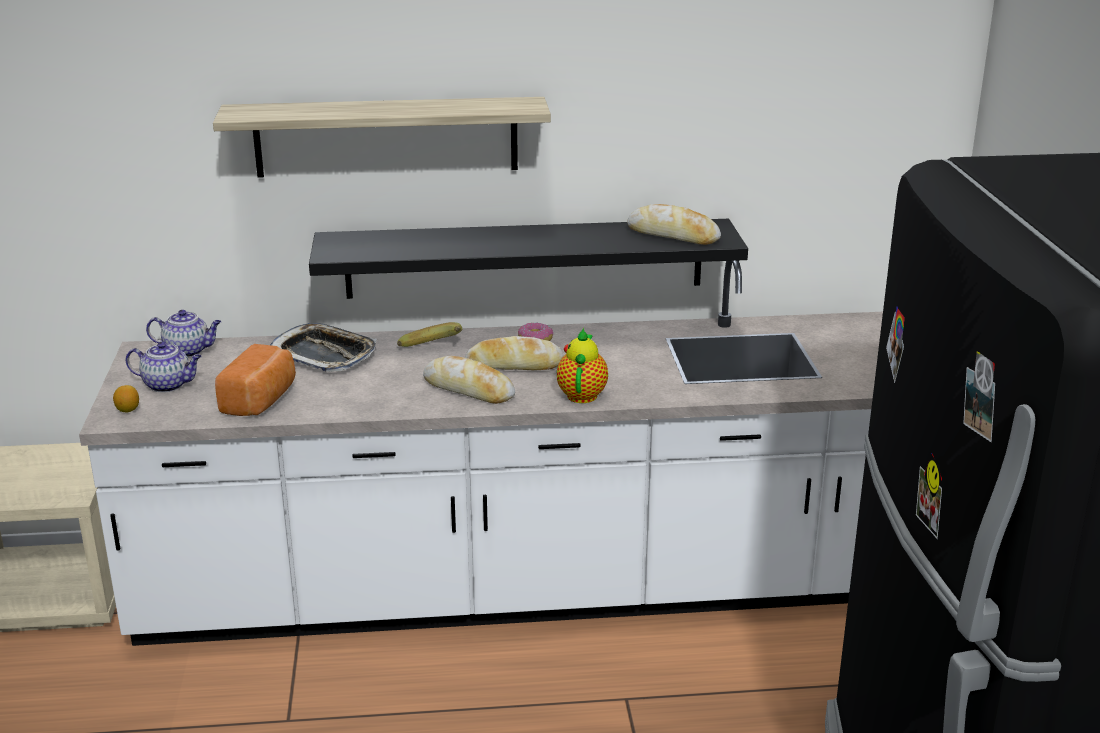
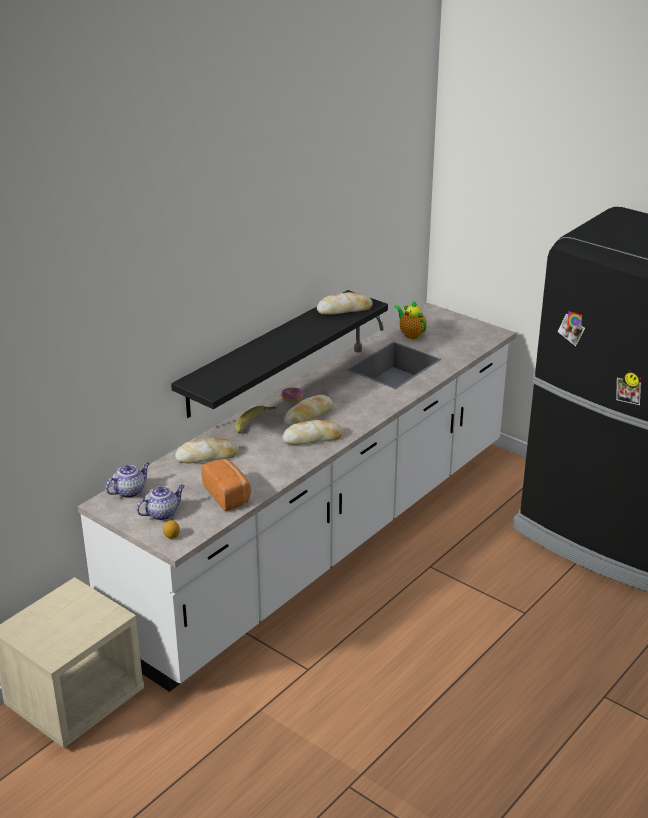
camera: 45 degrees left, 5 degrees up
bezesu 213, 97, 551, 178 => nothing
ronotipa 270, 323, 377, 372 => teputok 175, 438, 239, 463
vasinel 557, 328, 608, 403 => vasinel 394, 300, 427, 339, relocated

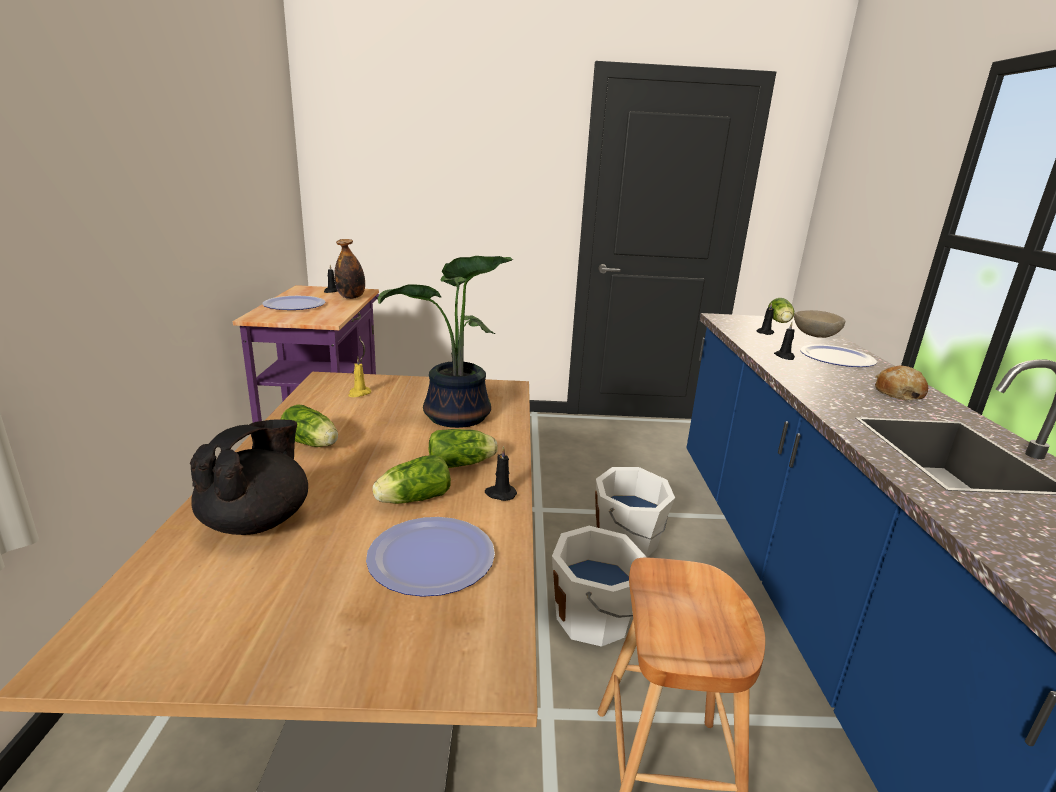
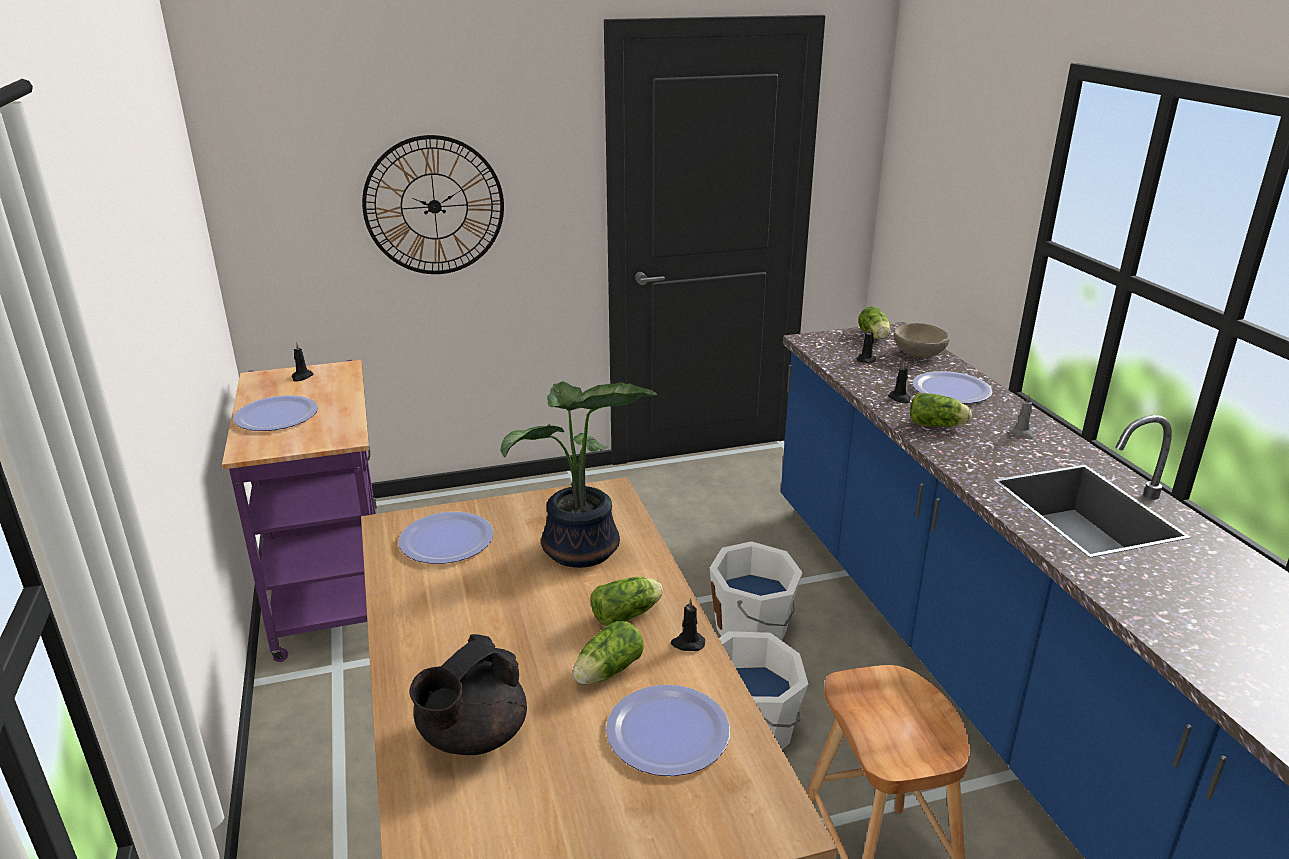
camera: 15 degrees left, 5 degrees up
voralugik 334, 239, 365, 299 => nothing
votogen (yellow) 348, 357, 371, 397 => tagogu 398, 512, 494, 564
teputok 875, 365, 928, 400 => votogen (grey) 1009, 394, 1034, 439
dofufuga 281, 404, 338, 447 => dofufuga 910, 393, 972, 427, relocated
vasinel (black) 190, 419, 308, 535 => vasinel (black) 410, 634, 527, 755, 150 degrees counterclockwise
nothing => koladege 362, 135, 504, 274

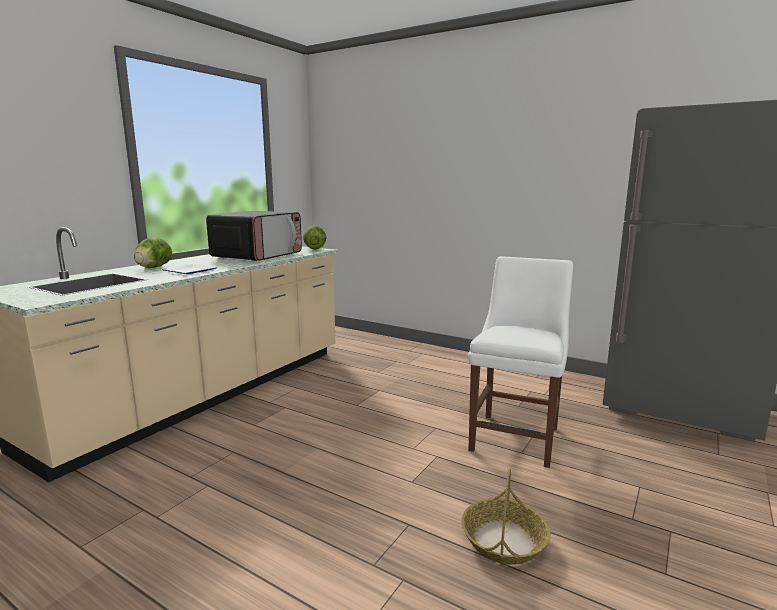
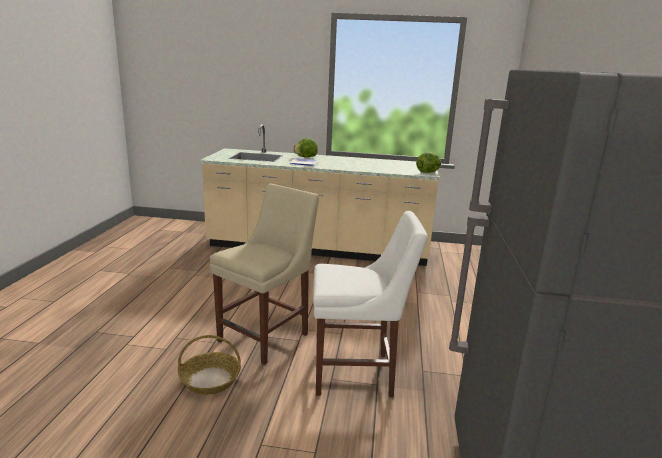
camera: 65 degrees right, 5 degrees up
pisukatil 206, 211, 302, 261 => nothing
nothing => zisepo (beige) 210, 184, 319, 365

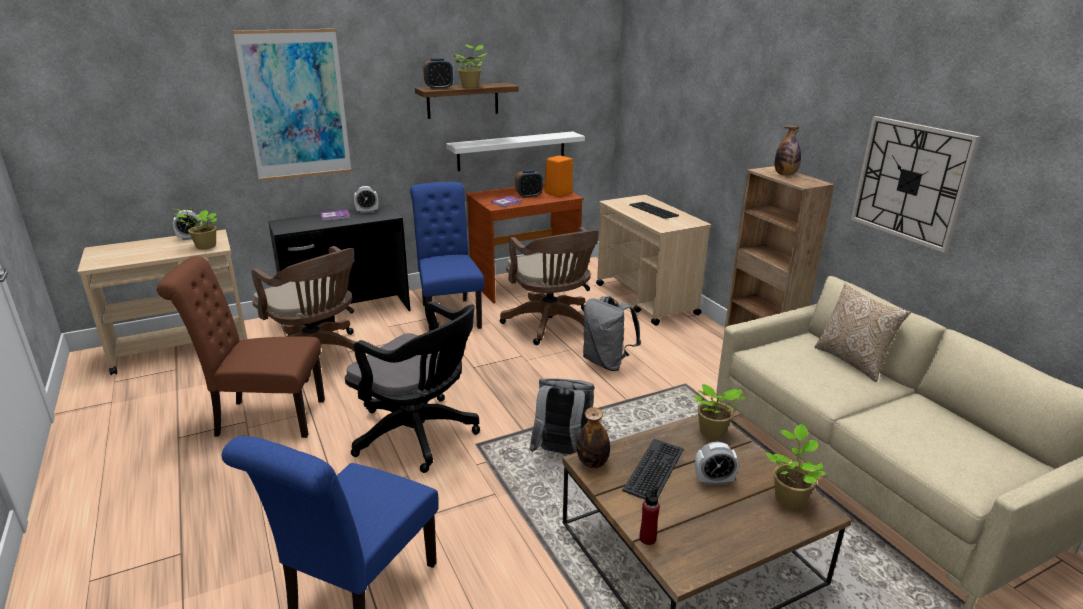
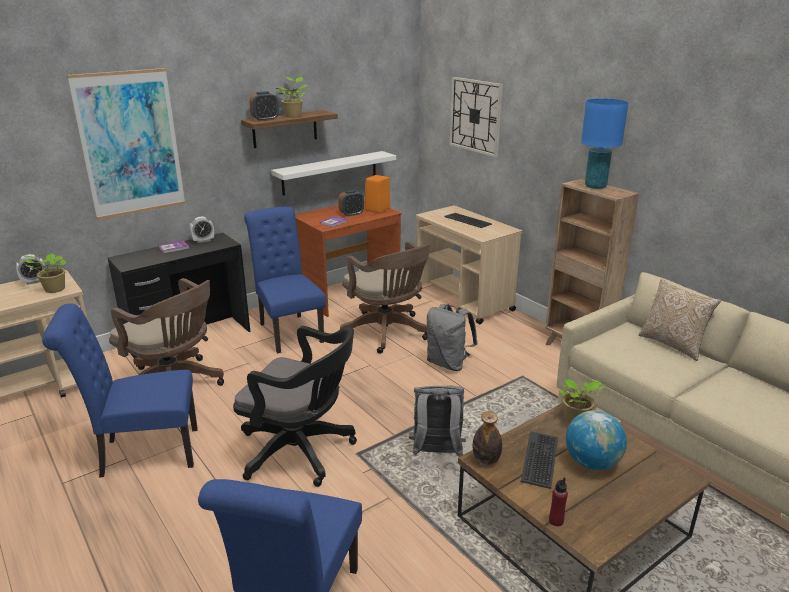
camera: 10 degrees left, 0 degrees up
koladege 851, 116, 980, 253 => koladege 450, 77, 503, 157, relocated
voralugik 775, 126, 801, 176 => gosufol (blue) 581, 98, 629, 189
zisepo (brown) 157, 256, 325, 438 => zisepo (blue) 42, 303, 198, 478
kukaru 766, 424, 826, 509 => nothing
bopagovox 695, 442, 739, 485 => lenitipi 566, 410, 627, 470

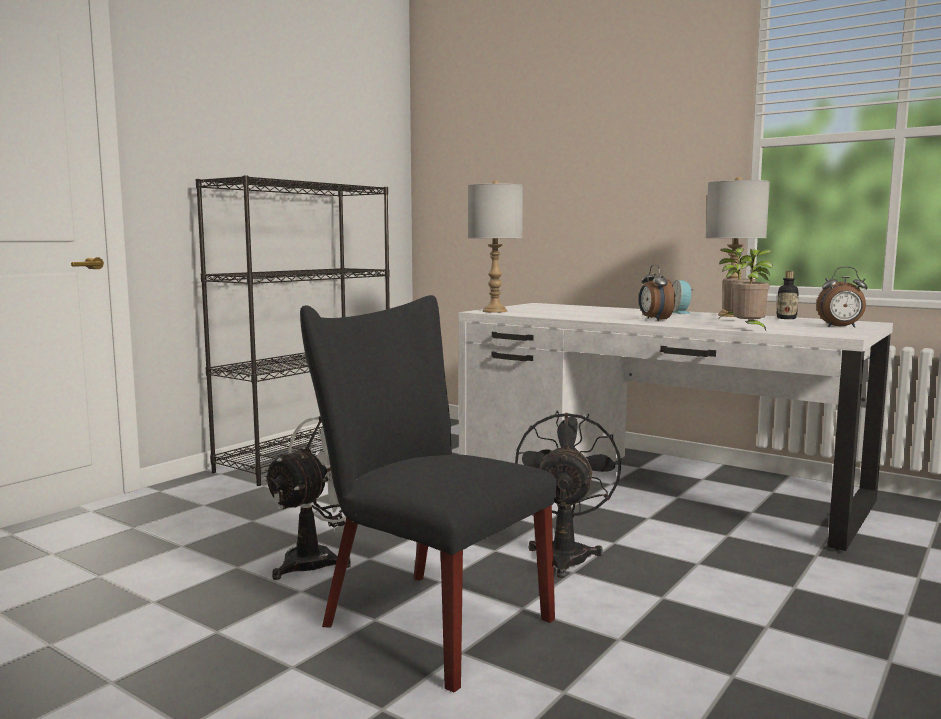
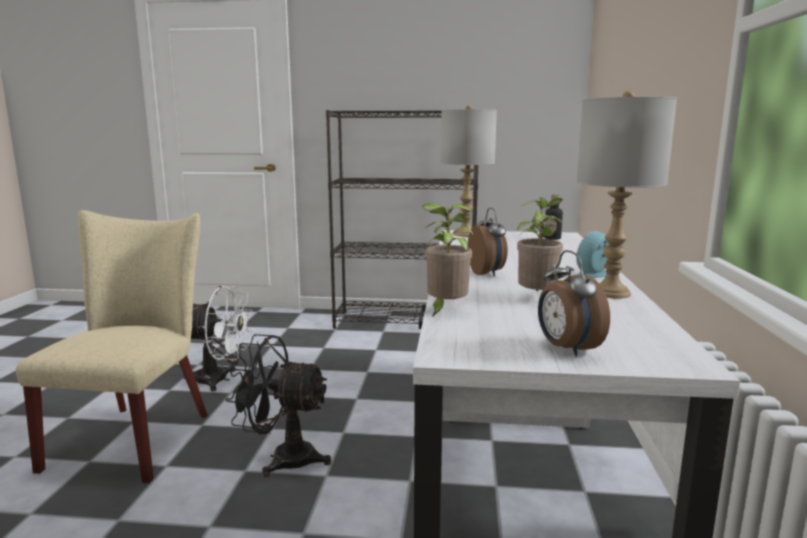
camera: 60 degrees right, 5 degrees up
bopagovox 639, 264, 675, 321 => bopagovox 468, 208, 508, 277, 120 degrees clockwise
voralugik 777, 271, 799, 319 => voralugik 544, 195, 563, 240, relocated
zisepo (black) 300, 295, 557, 693 => zisepo (beige) 16, 210, 208, 483
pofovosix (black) 515, 410, 621, 578 => pofovosix (black) 226, 334, 331, 477, 150 degrees counterclockwise

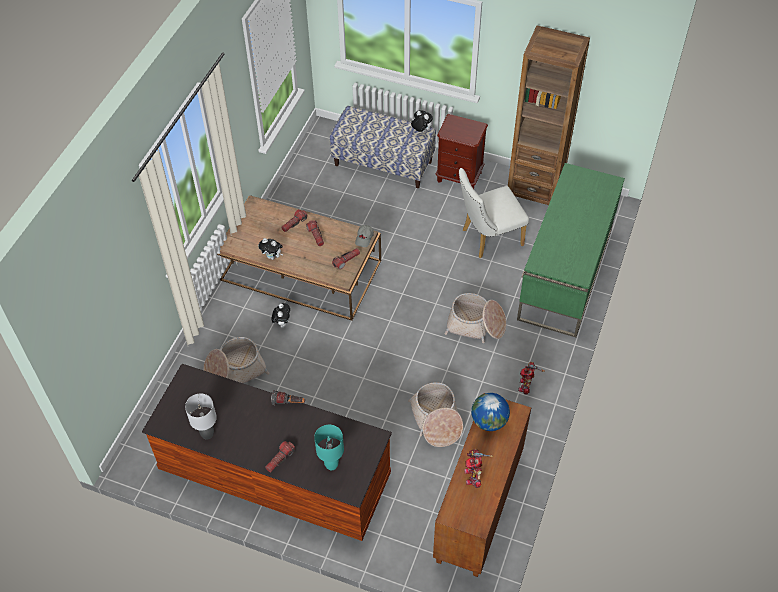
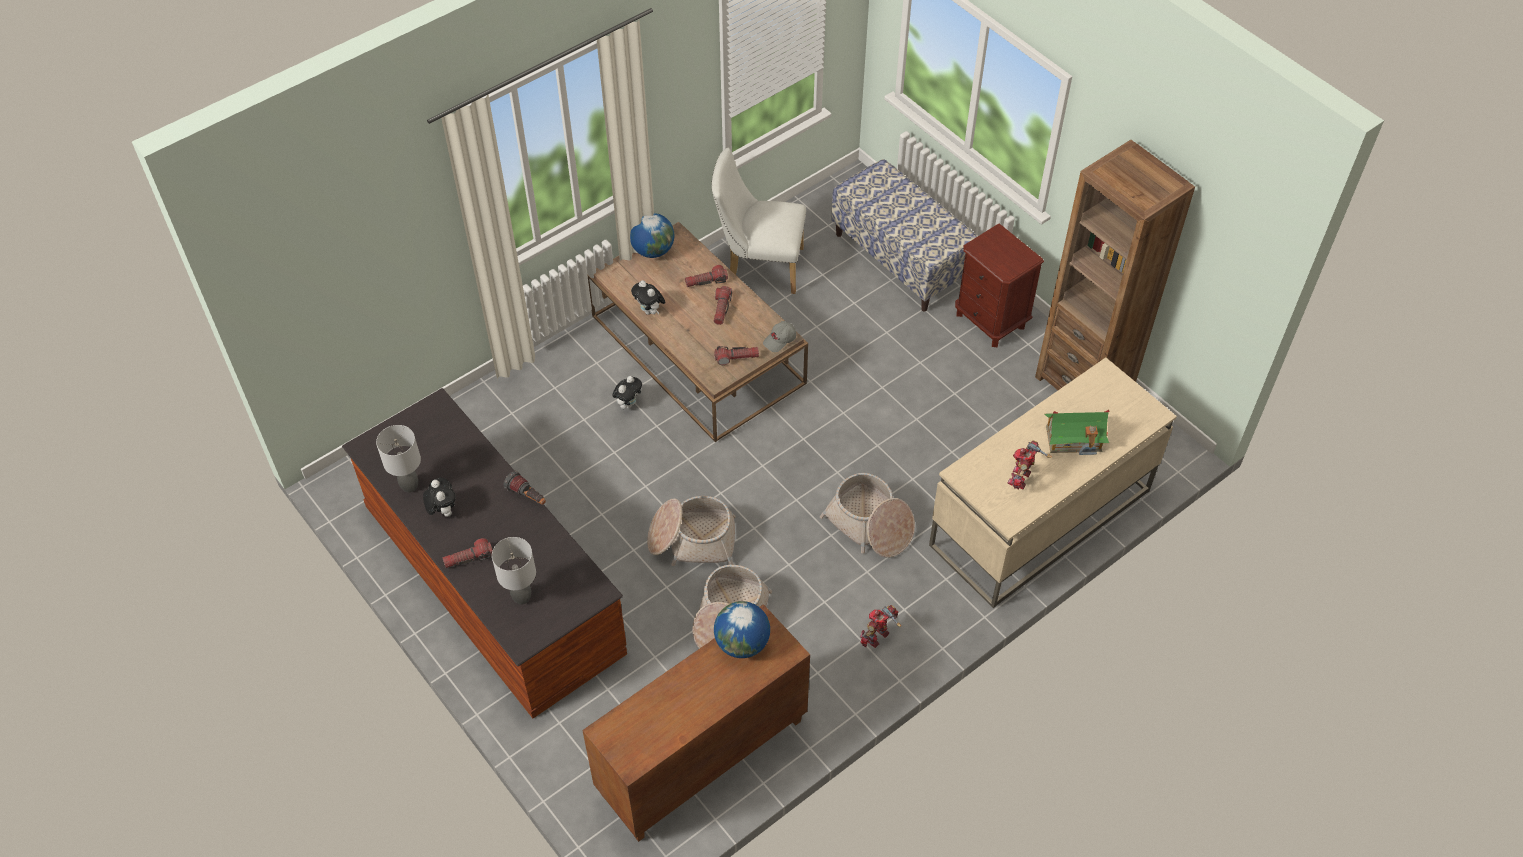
camera: 30 degrees right, 0 degrees up
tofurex 411, 110, 433, 132 => tofurex 423, 478, 456, 517, relocated
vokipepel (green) 517, 163, 625, 337 => vokipepel (beige) 929, 357, 1177, 608
zisepo (white) 459, 168, 529, 258 => zisepo (white) 711, 148, 806, 294, relocated
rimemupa 204, 337, 270, 383 => rimemupa 647, 496, 736, 566, relocated
gosufol (turquoise) 314, 425, 344, 470 => gosufol (grey) 492, 537, 536, 605
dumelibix 464, 449, 493, 488 => dumelibix 1008, 440, 1052, 489, relocated
nothing => lenitipi 630, 213, 674, 258
nothing => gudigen 1044, 410, 1109, 455

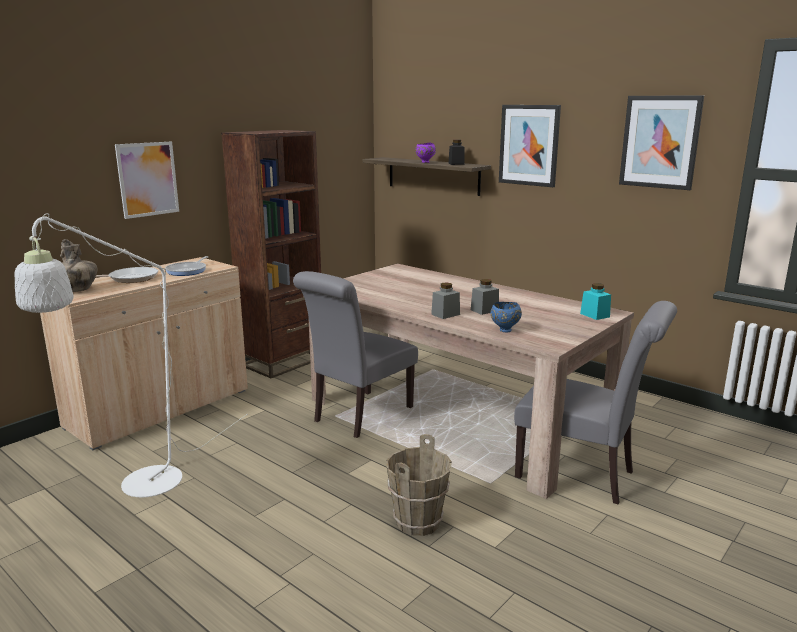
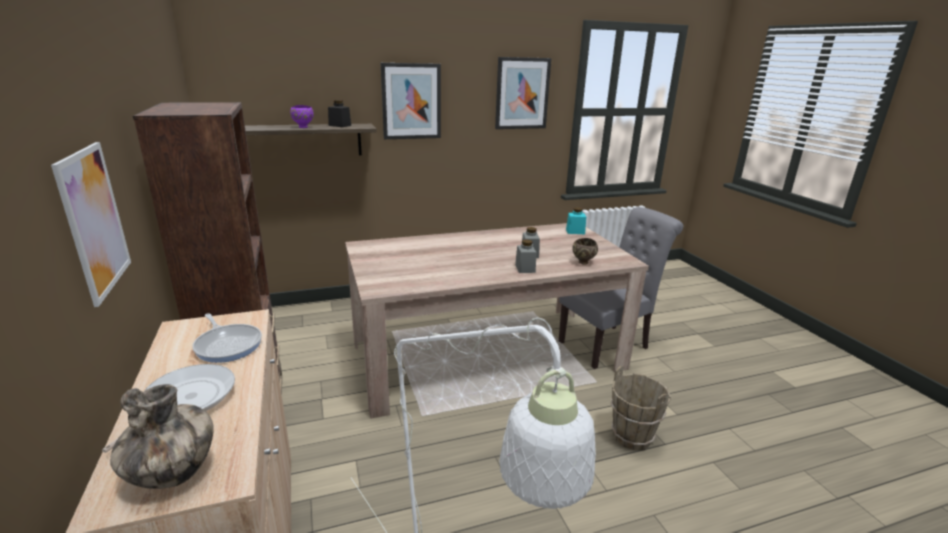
camera: 60 degrees left, 5 degrees up
zisepo (grey) 293, 271, 418, 438 => nothing
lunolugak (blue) 490, 302, 522, 332 => lunolugak (brown) 572, 238, 598, 265

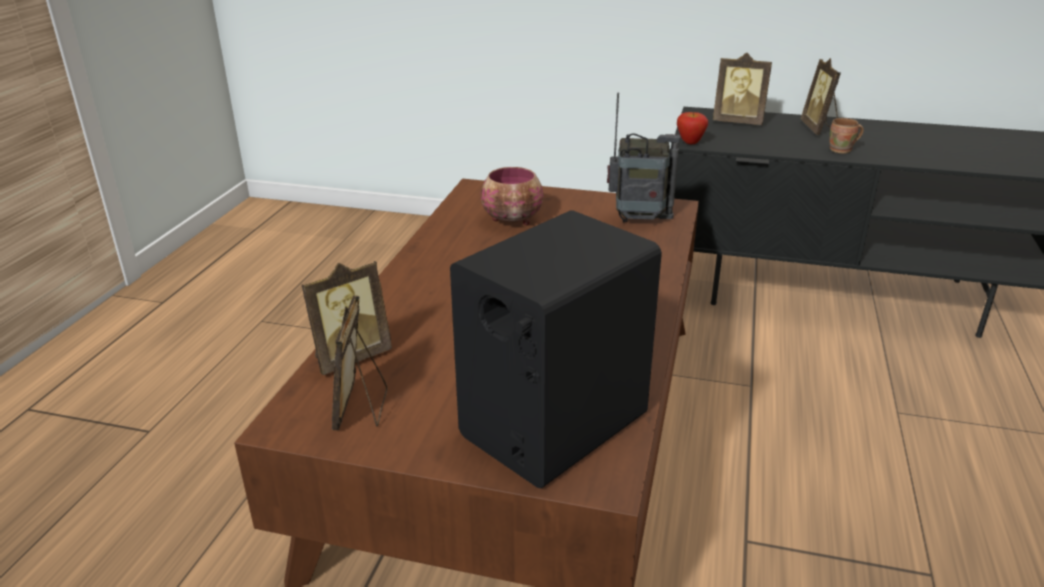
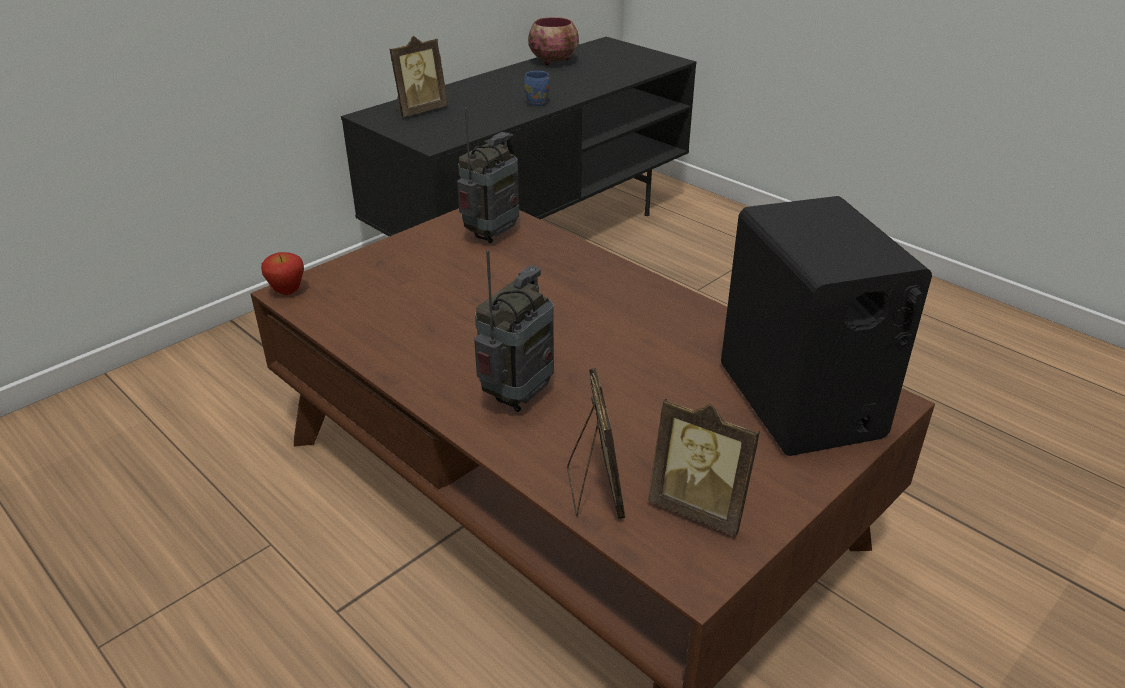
camera: 60 degrees left, 5 degrees up
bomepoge 801, 58, 841, 135 => nothing
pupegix 677, 112, 708, 144 => pupegix 261, 252, 304, 295, relocated
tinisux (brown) 830, 118, 864, 154 => tinisux (blue) 524, 71, 550, 106
lunolugak 481, 167, 544, 225 => lunolugak 528, 17, 579, 66, relocated
nothing => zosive 474, 250, 554, 412

